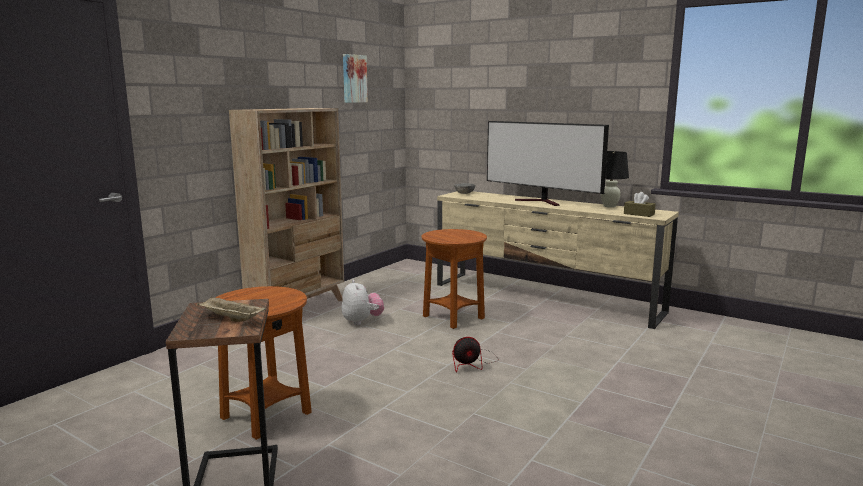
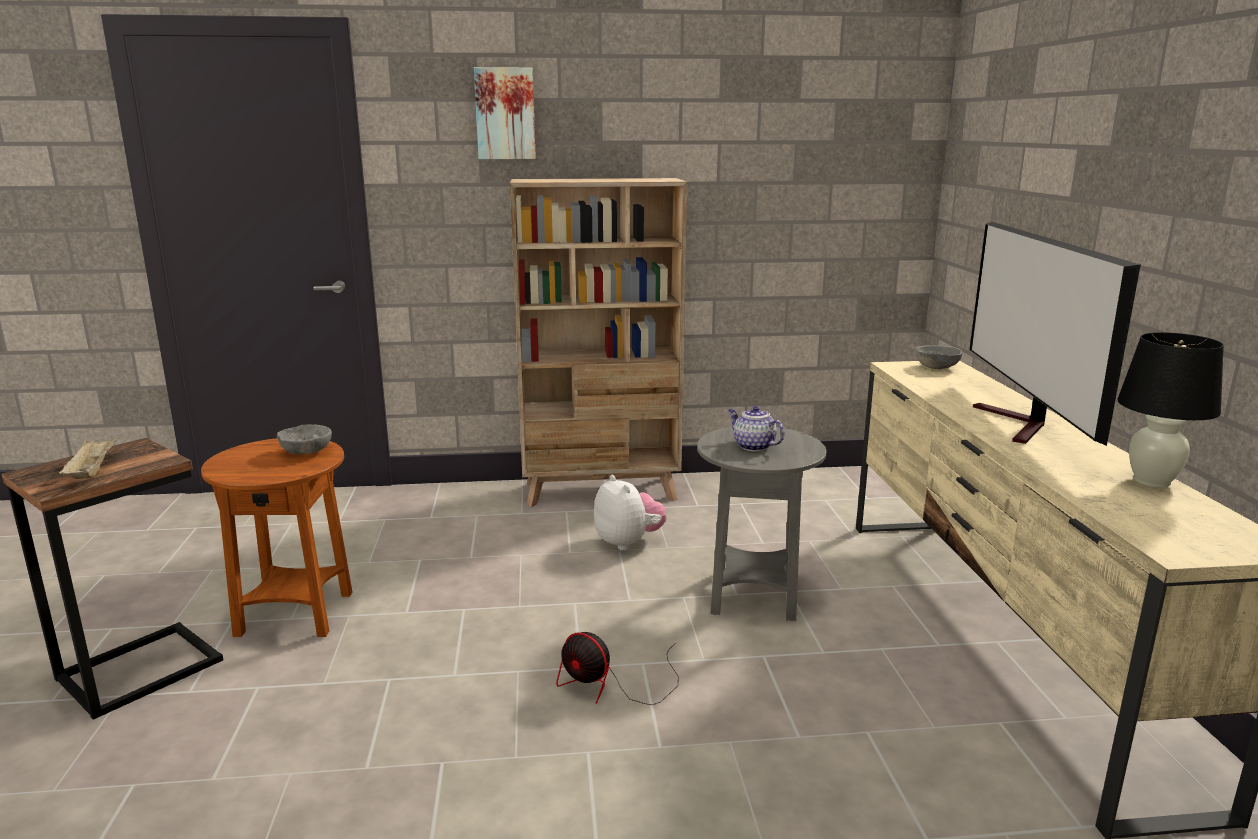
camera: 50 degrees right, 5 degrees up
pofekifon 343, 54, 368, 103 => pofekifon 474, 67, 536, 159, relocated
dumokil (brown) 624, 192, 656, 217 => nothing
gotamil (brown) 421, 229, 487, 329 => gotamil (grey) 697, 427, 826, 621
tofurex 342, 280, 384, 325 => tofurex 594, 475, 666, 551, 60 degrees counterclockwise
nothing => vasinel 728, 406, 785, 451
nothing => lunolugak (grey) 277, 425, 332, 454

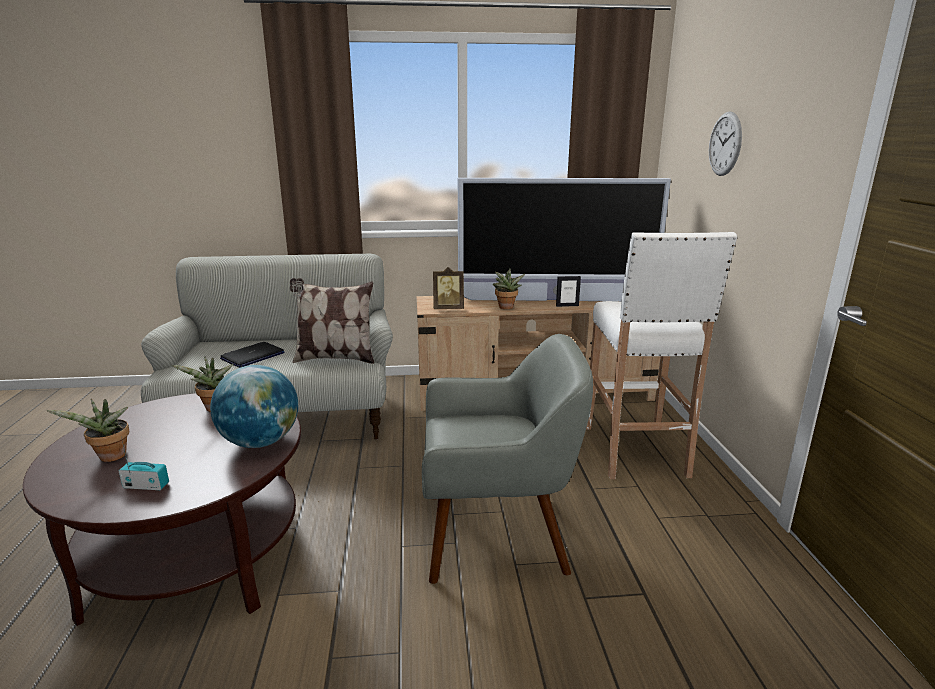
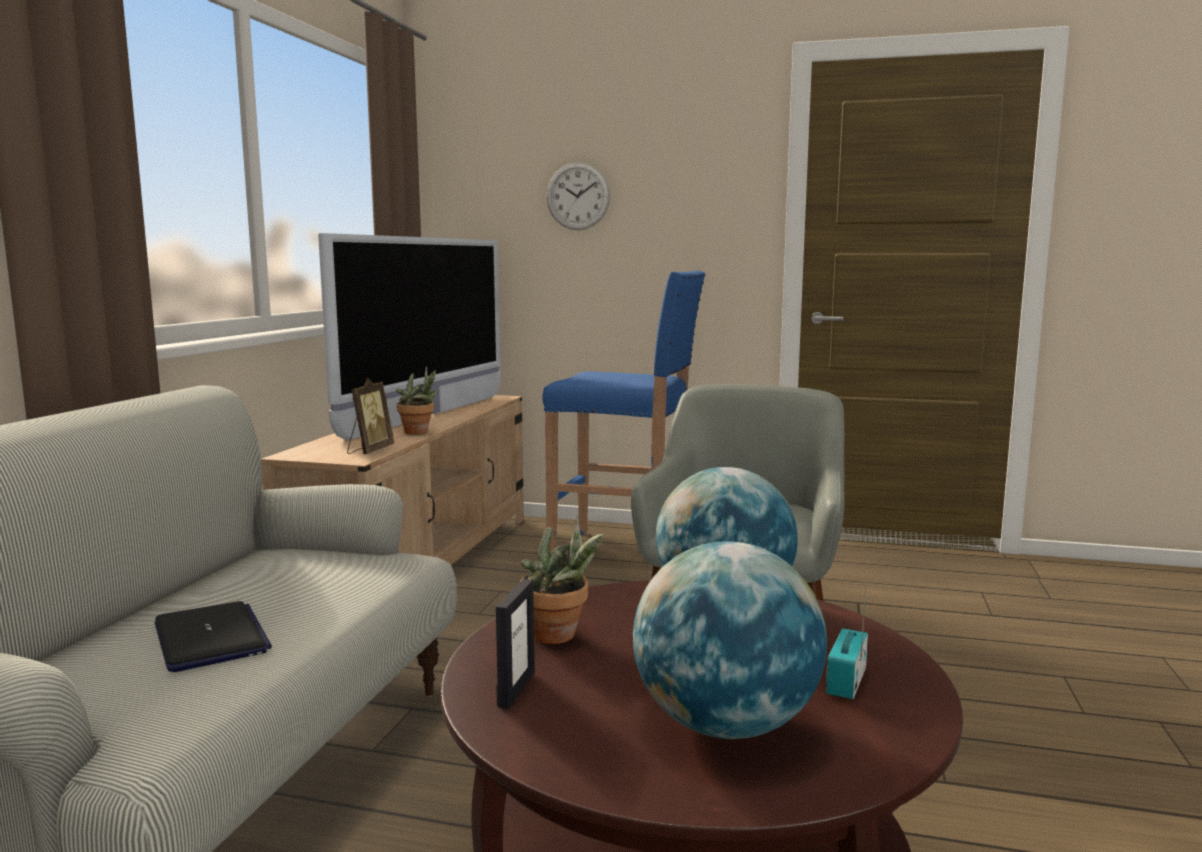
camera: 70 degrees left, 10 degrees down
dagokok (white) 586, 232, 737, 479 => dagokok (blue) 543, 270, 705, 552
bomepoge 556, 276, 581, 307 => bomepoge 496, 579, 535, 709, relocated
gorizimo 290, 278, 374, 364 => nothing
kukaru 46, 399, 129, 462 => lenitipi 633, 541, 827, 739

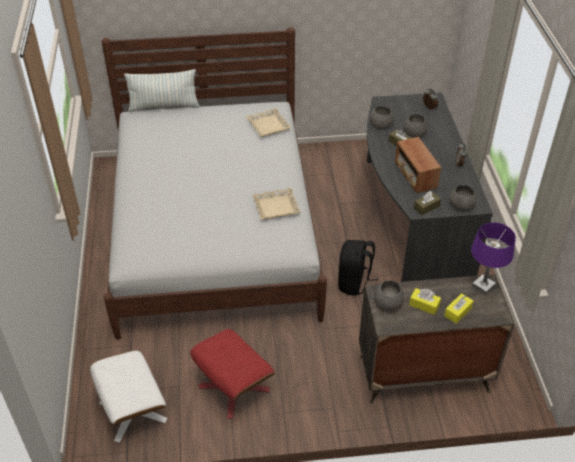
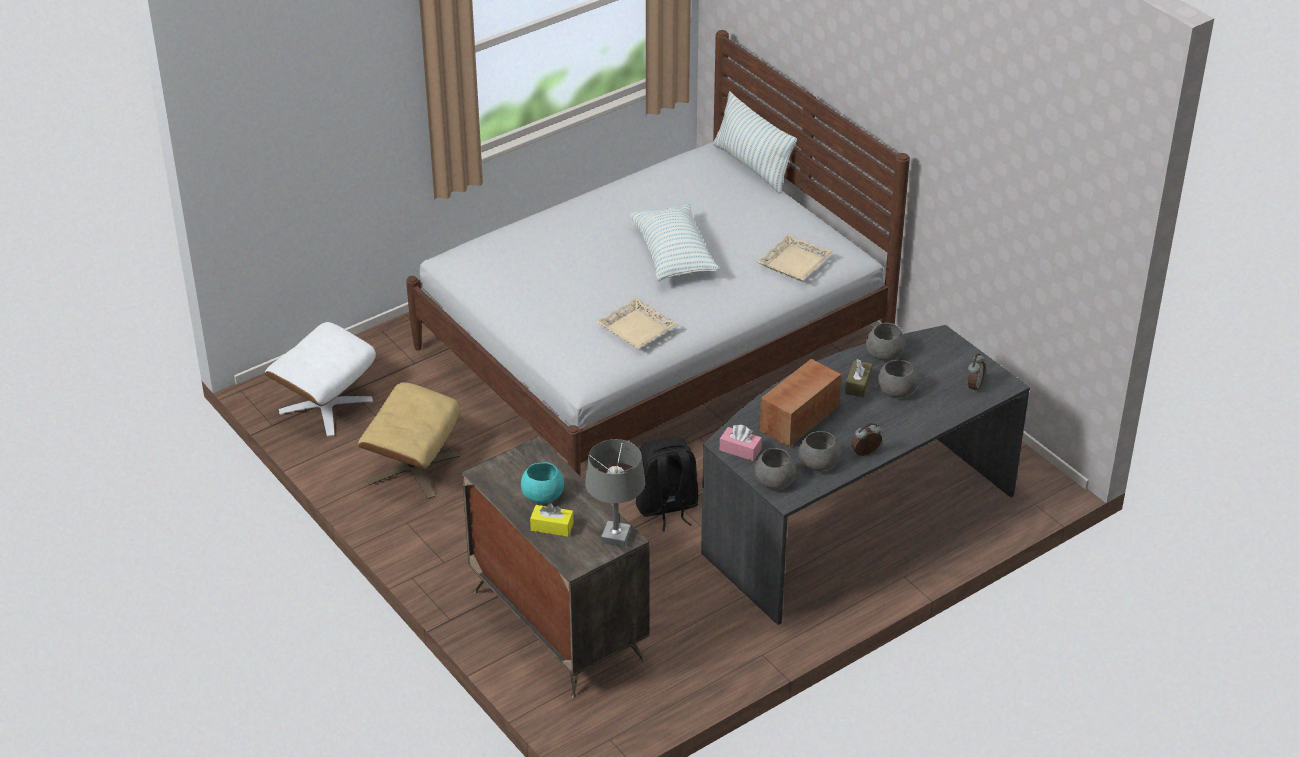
camera: 60 degrees right, 5 degrees down
dumokil (brown) 414, 191, 441, 215 => dumokil (pink) 720, 425, 762, 461
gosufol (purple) 471, 222, 516, 295 => gosufol (grey) 585, 439, 646, 547
lunolugak (grey) 374, 280, 404, 310 => lunolugak (grey) 798, 431, 840, 471, relocated
dumokil (yellow) 409, 288, 441, 315 => lunolugak (turquoise) 521, 462, 564, 503
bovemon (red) 190, 329, 275, 419 => bovemon (beige) 358, 382, 460, 499
nothing => gorizimo 629, 204, 720, 281

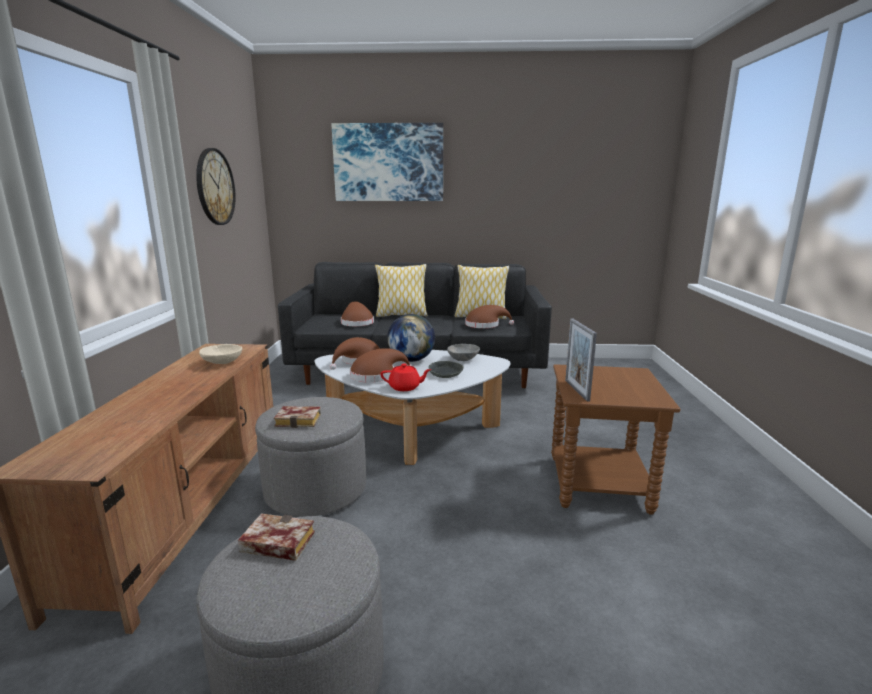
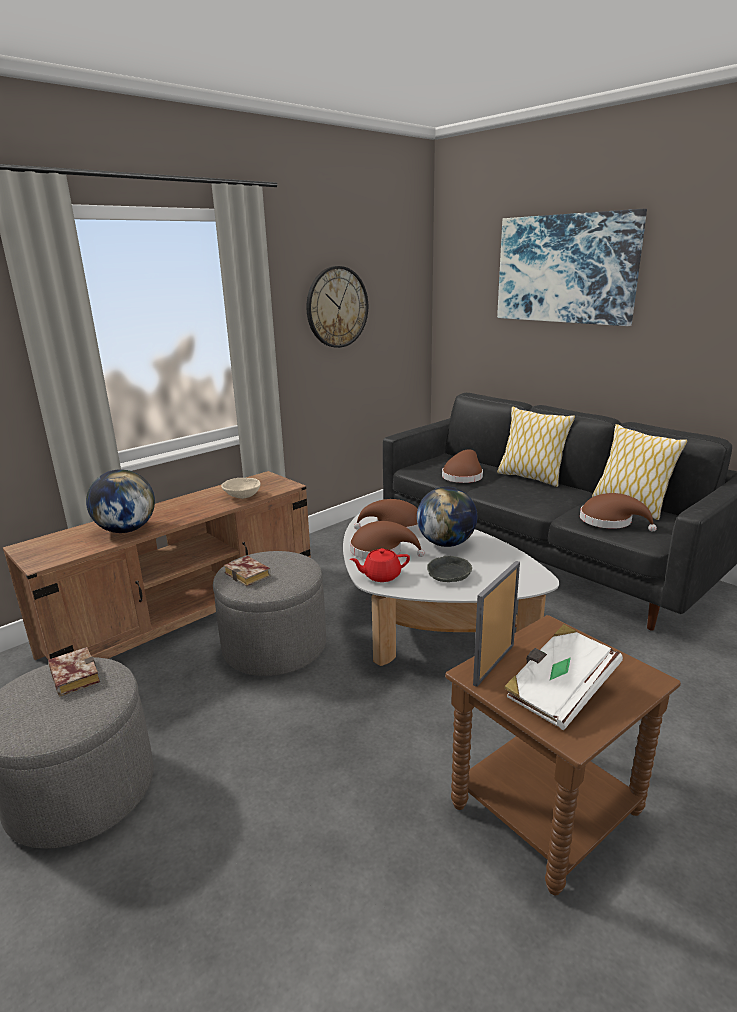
camera: 45 degrees right, 5 degrees up
lunolugak (grey) 447, 344, 480, 361 => nothing
vasinel (red) 381, 364, 431, 391 => vasinel (red) 350, 548, 410, 582, 120 degrees clockwise
nothing => lenitipi 86, 469, 155, 533
nothing => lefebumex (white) 503, 624, 623, 730

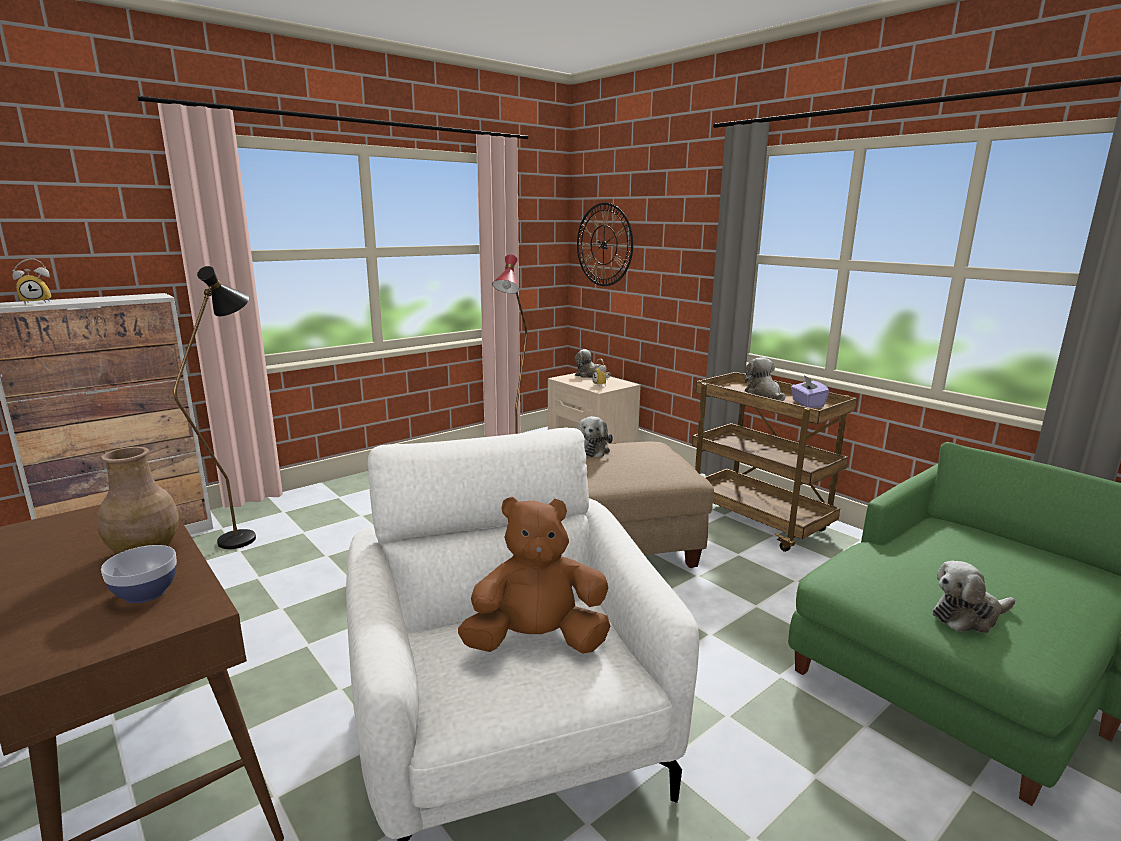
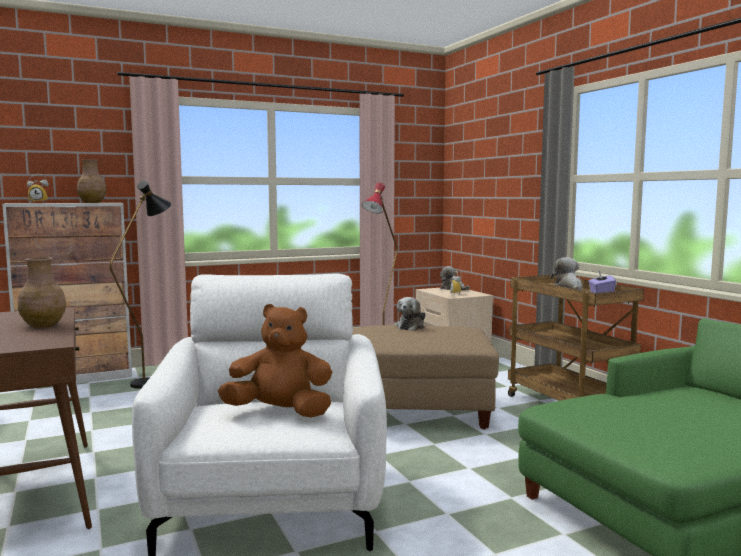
camera: 15 degrees right, 10 degrees down
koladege 577, 203, 633, 286 => nothing
lunolugak 101, 545, 177, 603 => nothing
tofurex 933, 561, 1015, 633 => nothing
nothing => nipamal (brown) 77, 159, 106, 203

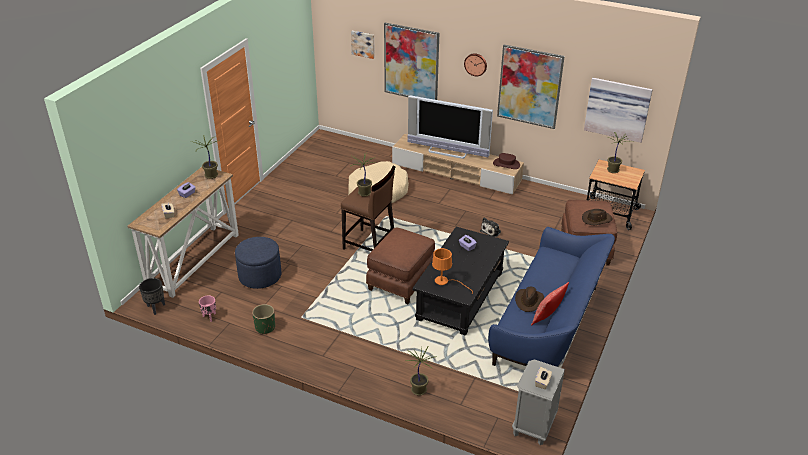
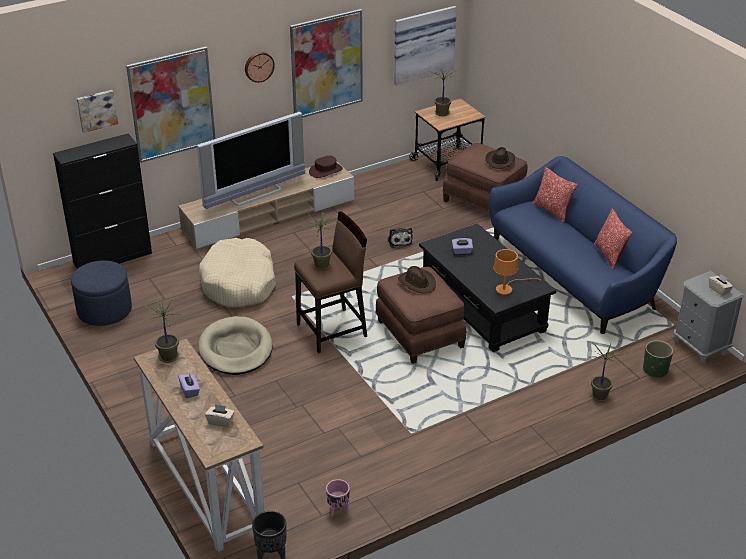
camera: 55 degrees left, 0 degrees up
bovemon (blue) 235, 237, 281, 289 => bovemon (blue) 71, 260, 132, 326, relocated
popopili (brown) 515, 286, 544, 312 => popopili (brown) 398, 266, 436, 294, relocated
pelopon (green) 252, 304, 275, 335 => pelopon (green) 643, 340, 673, 377, relocated
nothing => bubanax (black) 53, 134, 152, 269
nothing => gorizimo 532, 167, 578, 223
nothing => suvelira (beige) 198, 316, 273, 375

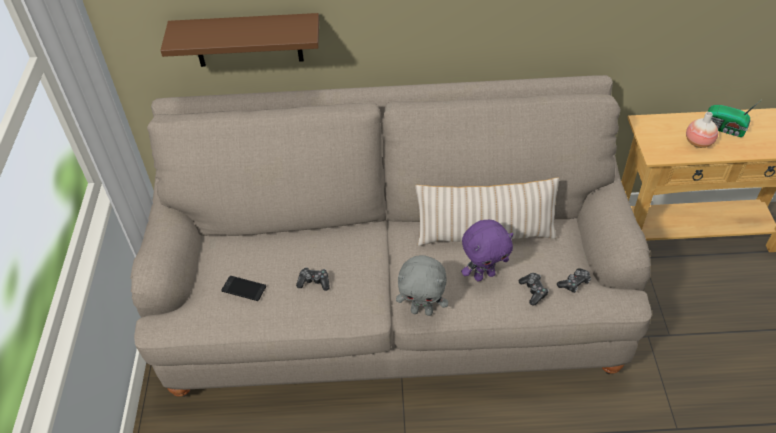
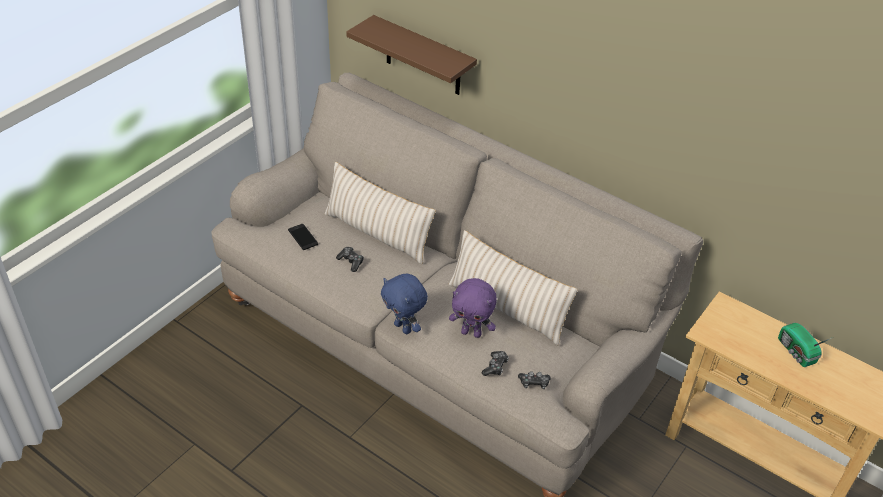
camera: 35 degrees right, 5 degrees down
nipamal 686, 112, 718, 148 => nothing
tofurex (grey) 396, 255, 448, 316 => tofurex (blue) 381, 274, 428, 334
nothing => gorizimo (beige) 324, 162, 436, 264

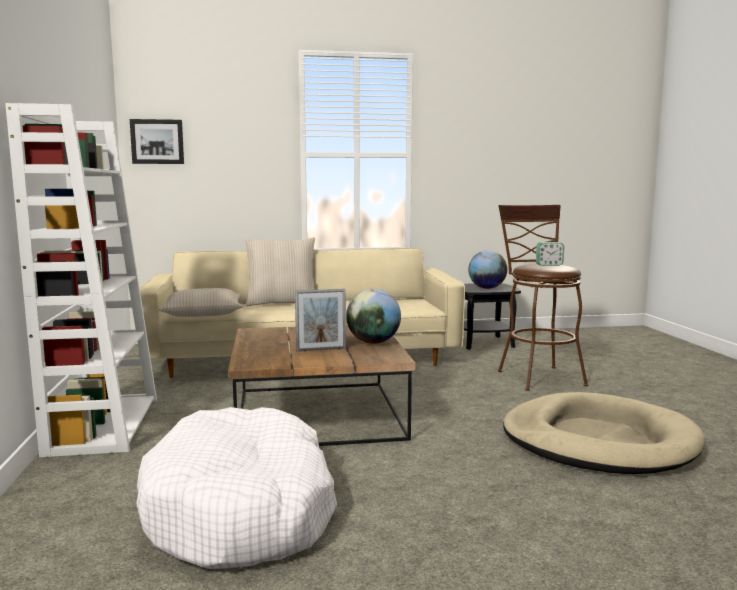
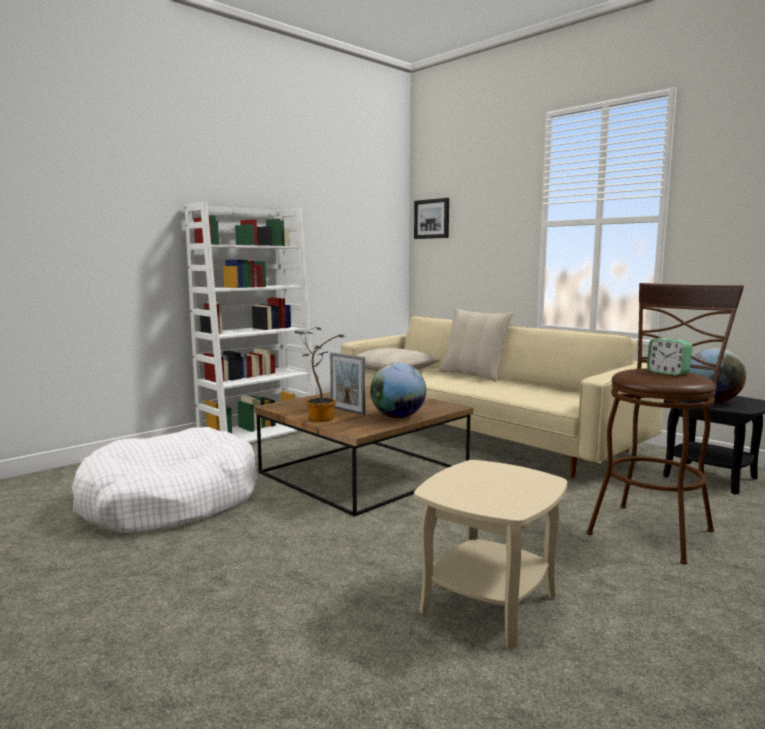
camera: 55 degrees right, 0 degrees up
suvelira (beige) 503, 392, 706, 474 => gotamil (beige) 414, 460, 567, 649
nothing => kukaru 294, 327, 345, 422

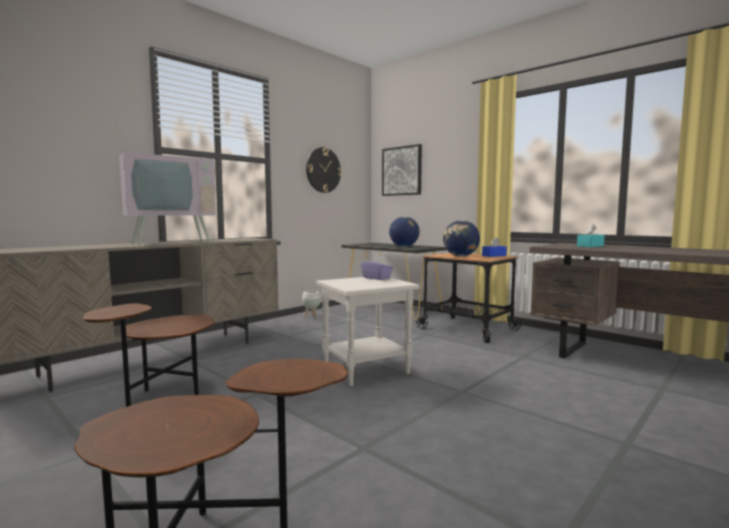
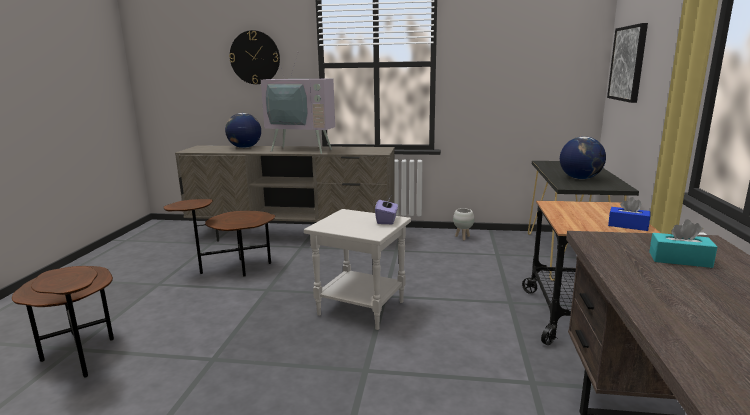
camera: 55 degrees right, 10 degrees up
koladege 306, 147, 342, 193 => koladege 229, 30, 280, 84, relocated
lenitipi 443, 220, 480, 257 => lenitipi 225, 113, 261, 148, relocated

